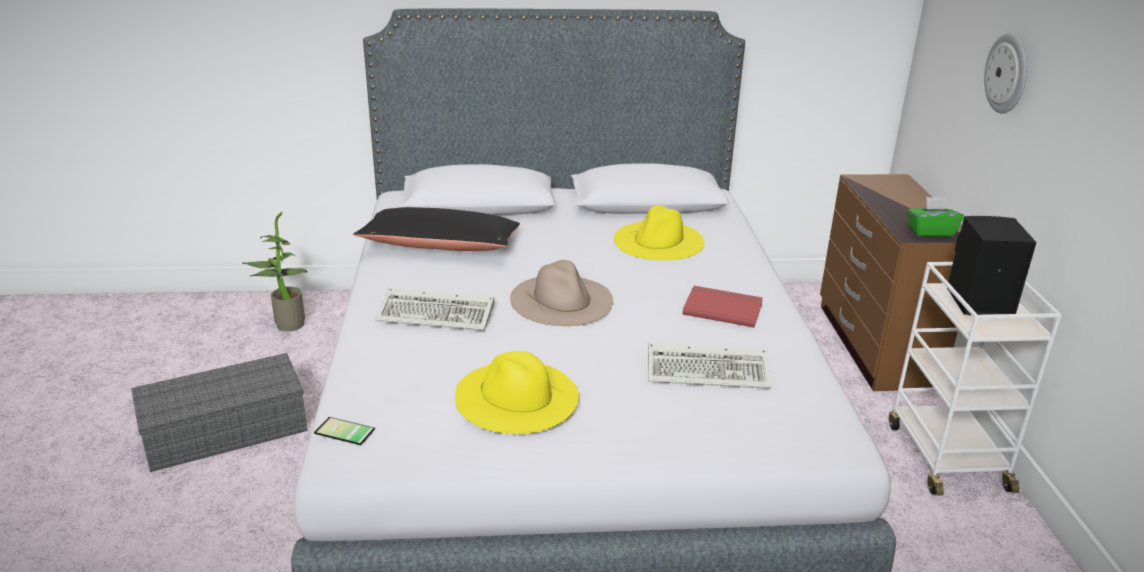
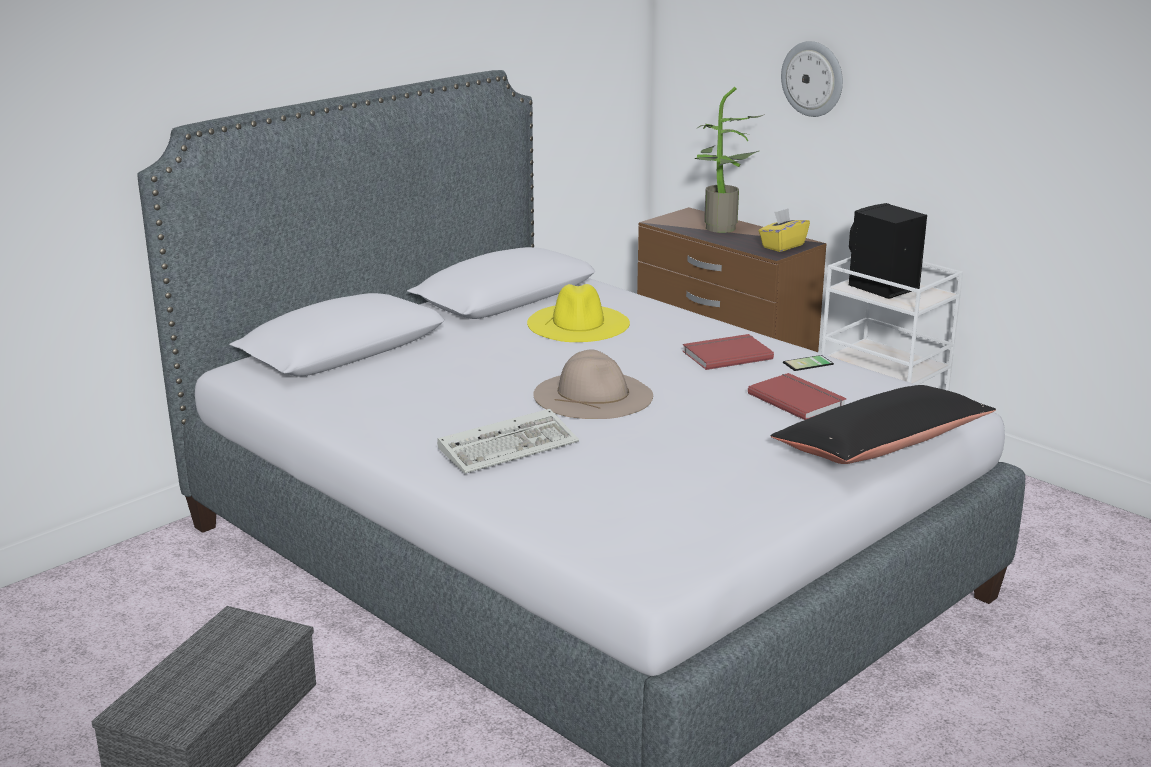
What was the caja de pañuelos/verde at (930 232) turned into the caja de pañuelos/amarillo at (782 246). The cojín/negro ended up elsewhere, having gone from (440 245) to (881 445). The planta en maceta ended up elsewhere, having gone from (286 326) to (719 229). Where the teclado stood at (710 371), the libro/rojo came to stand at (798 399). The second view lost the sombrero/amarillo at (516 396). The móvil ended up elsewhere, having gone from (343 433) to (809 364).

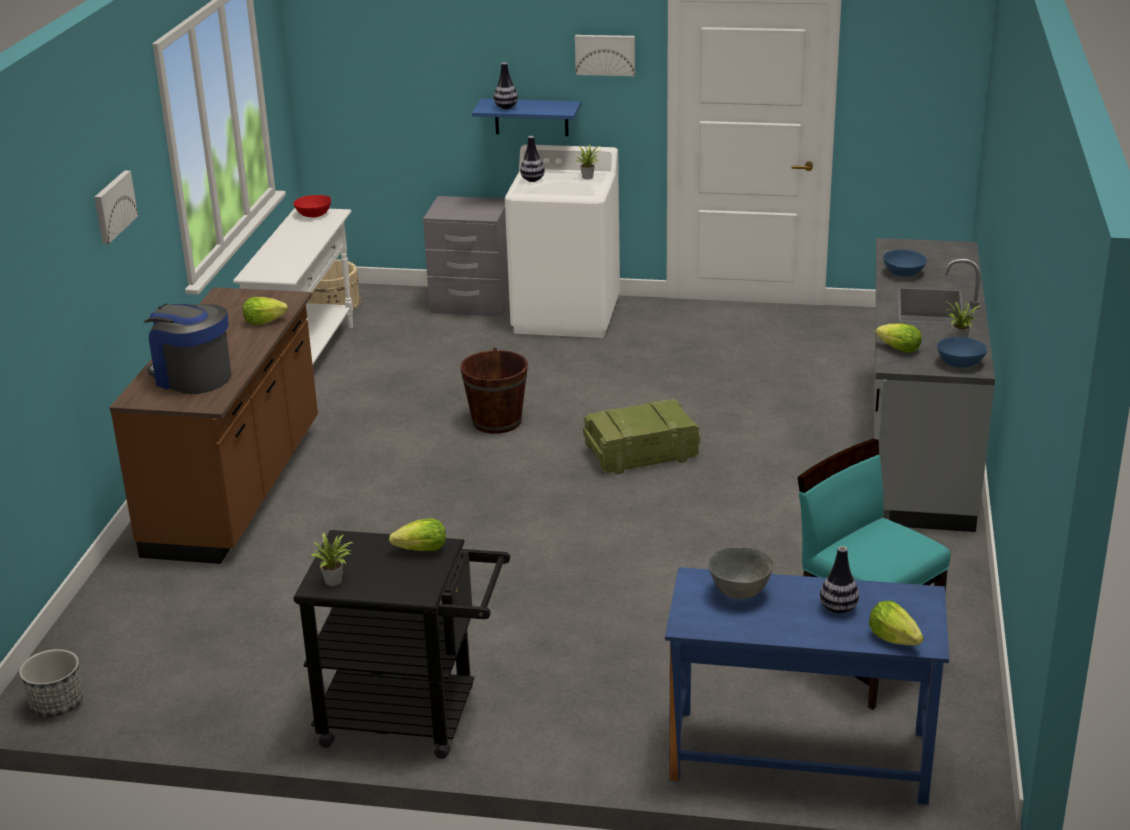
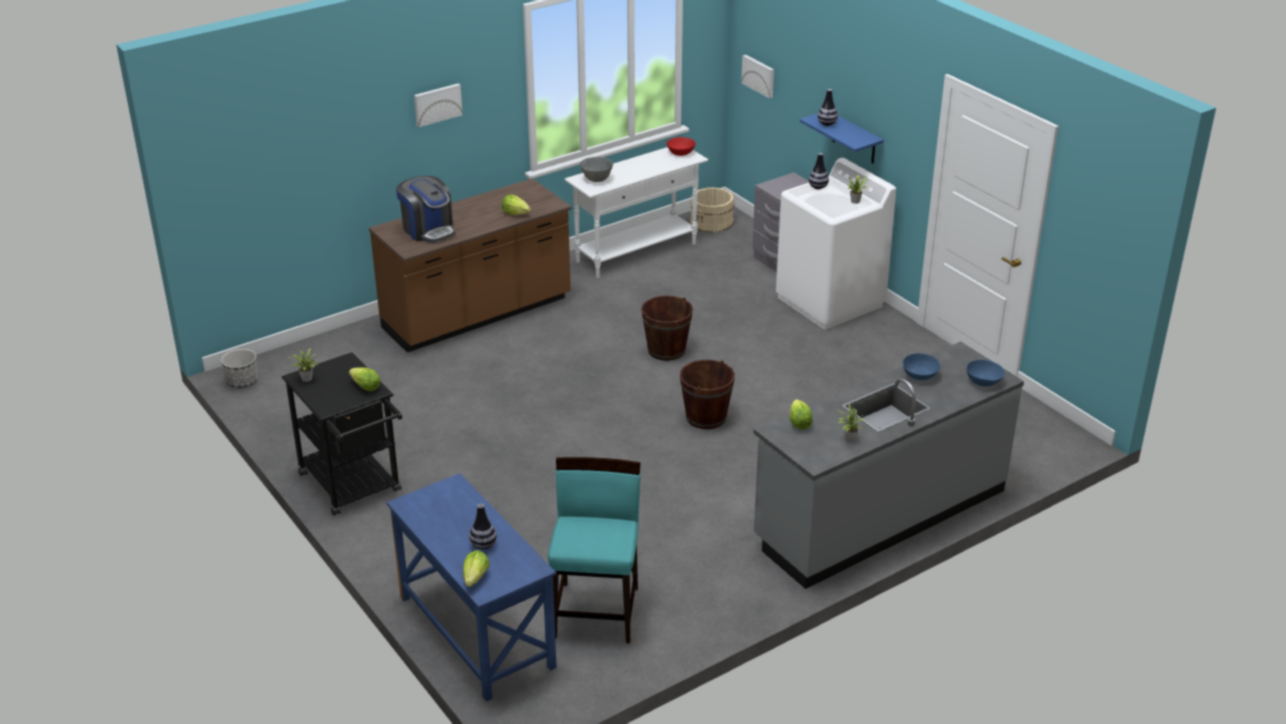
The cuadro ended up elsewhere, having gone from (605 54) to (759 75). The cafetera at (192 377) ended up facing another way, 150 degrees clockwise from before. The cuenco/azul ended up elsewhere, having gone from (960 363) to (983 381). Where the caja de embalaje stood at (640 454), the cubo/marrón came to stand at (706 417). The cuenco/gris ended up elsewhere, having gone from (739 593) to (597 180).

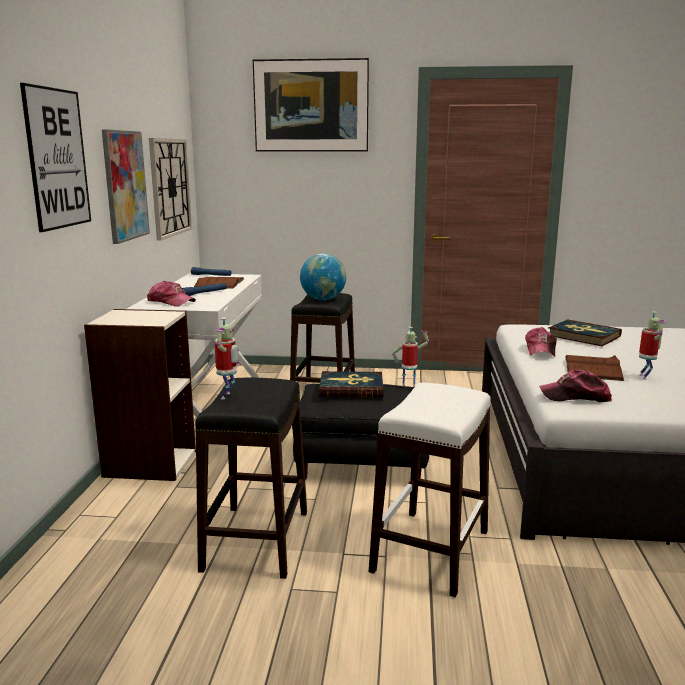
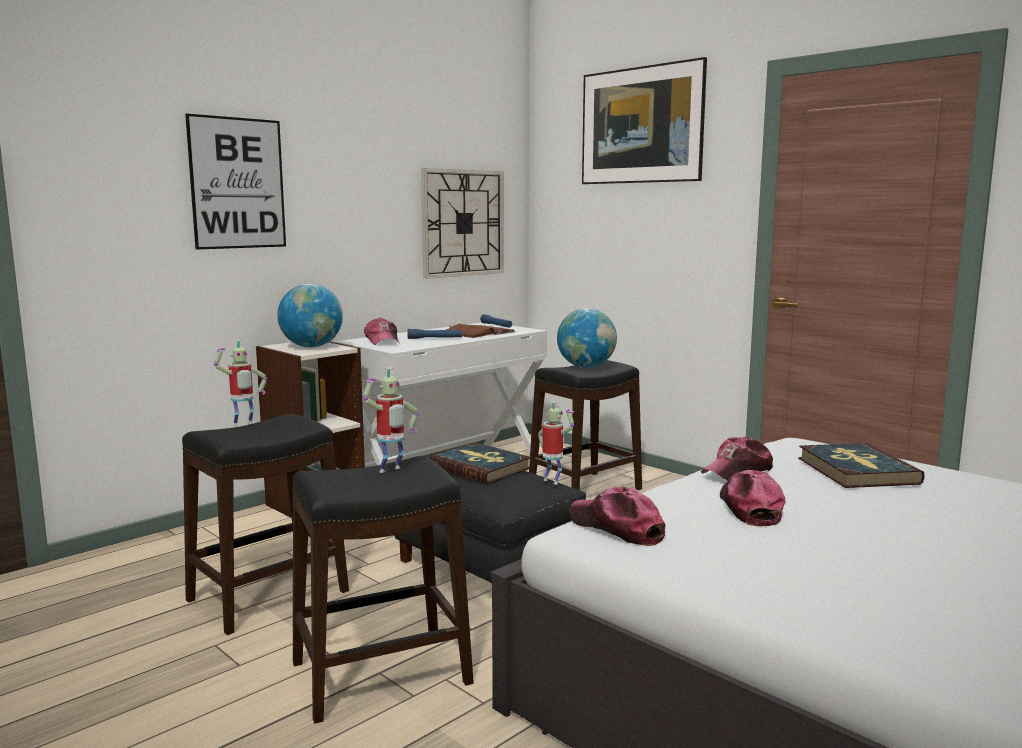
The second view lost the cuadro at (125 185). The robot de juguete ended up elsewhere, having gone from (645 377) to (391 471). Where the libro/marrón stood at (593 368), the gorra came to stand at (749 508). What was the taburete/blanco at (430 551) turned into the taburete/negro at (380 673). The second view gained the globo terráqueo at (312 346).

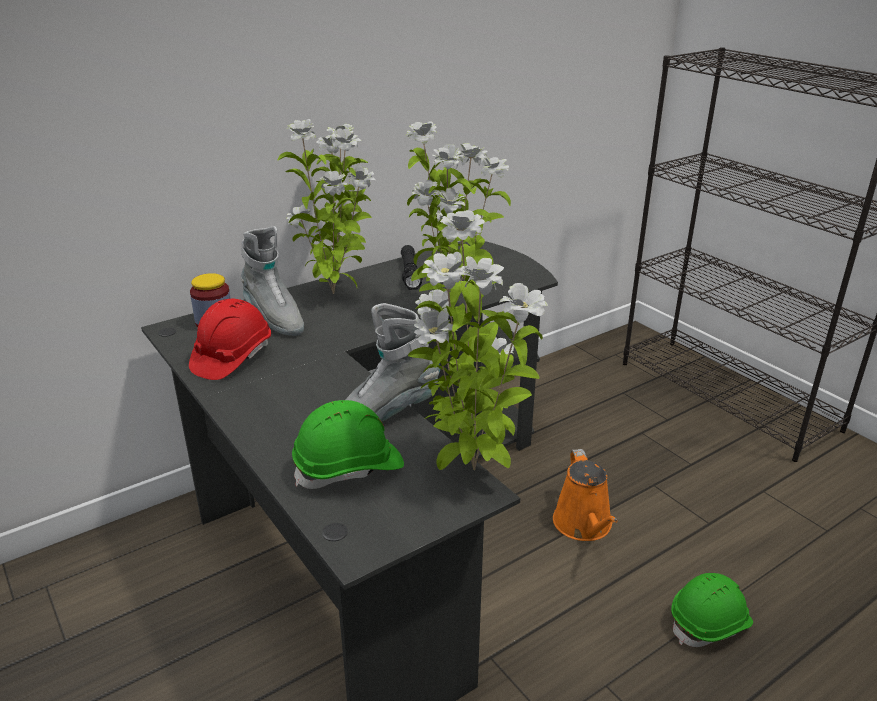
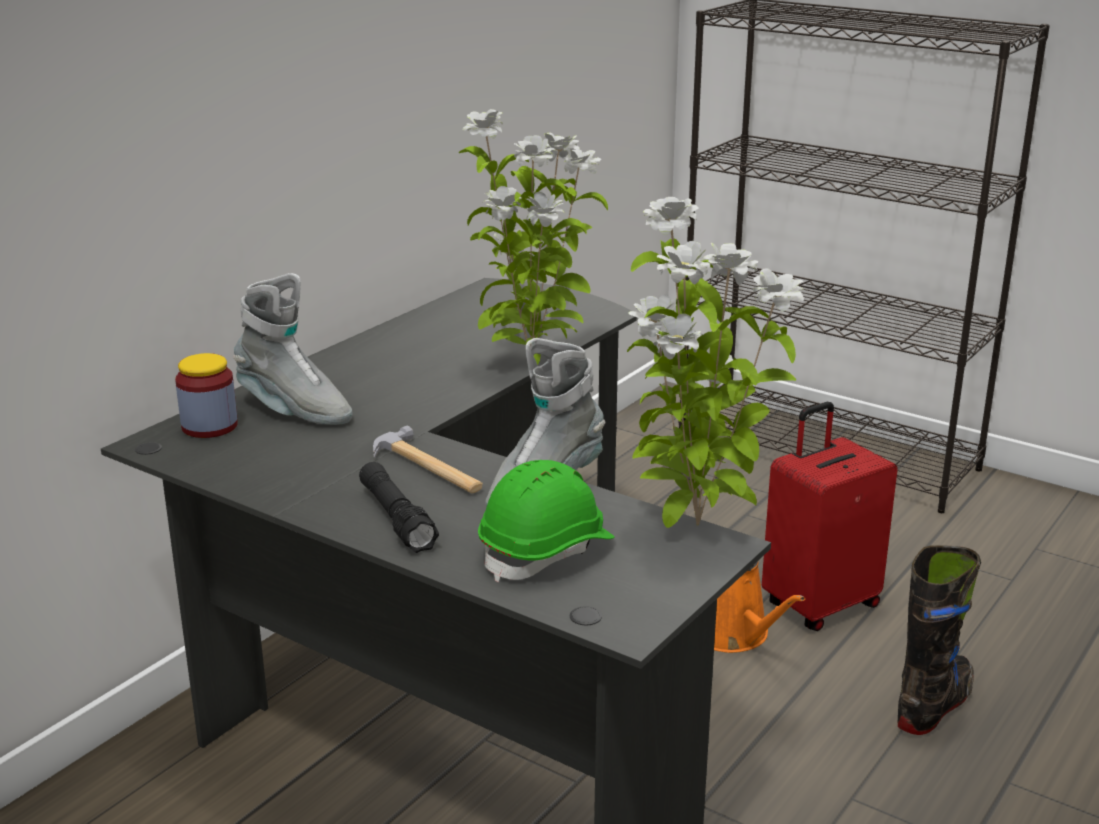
The second view lost the planta en maceta at (336 294). The linterna/negro ended up elsewhere, having gone from (410 274) to (396 519). The second view lost the casco/rojo at (232 357). Where the casco/verde stood at (710 623), the bota/negro came to stand at (934 706). The second view gained the maleta/rojo at (819 604). The second view gained the martillo at (427 468).

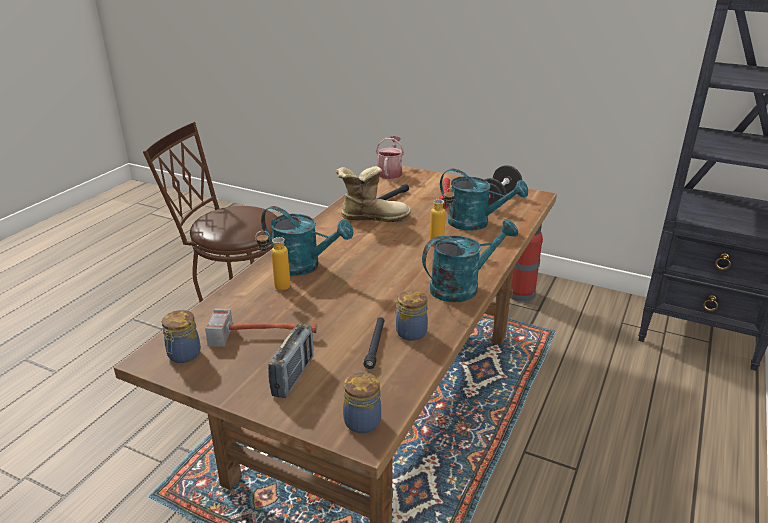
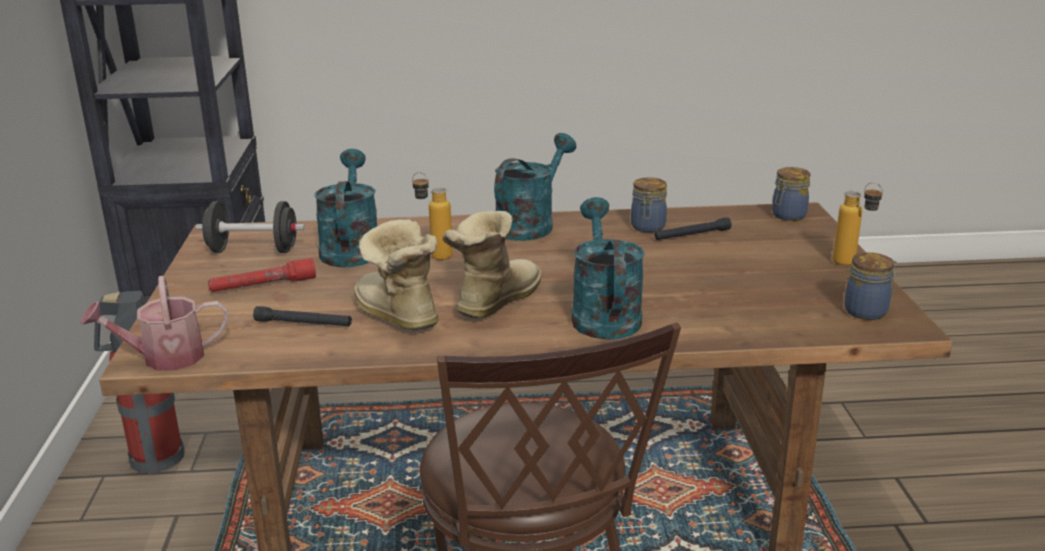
The regadera/turquesa at (462 287) ended up facing another way, 90 degrees clockwise from before. The botella ended up elsewhere, having gone from (275 287) to (852 264). The second view lost the martillo at (266 332). The second view lost the radio at (293 376). The second view gained the bota at (493 301).

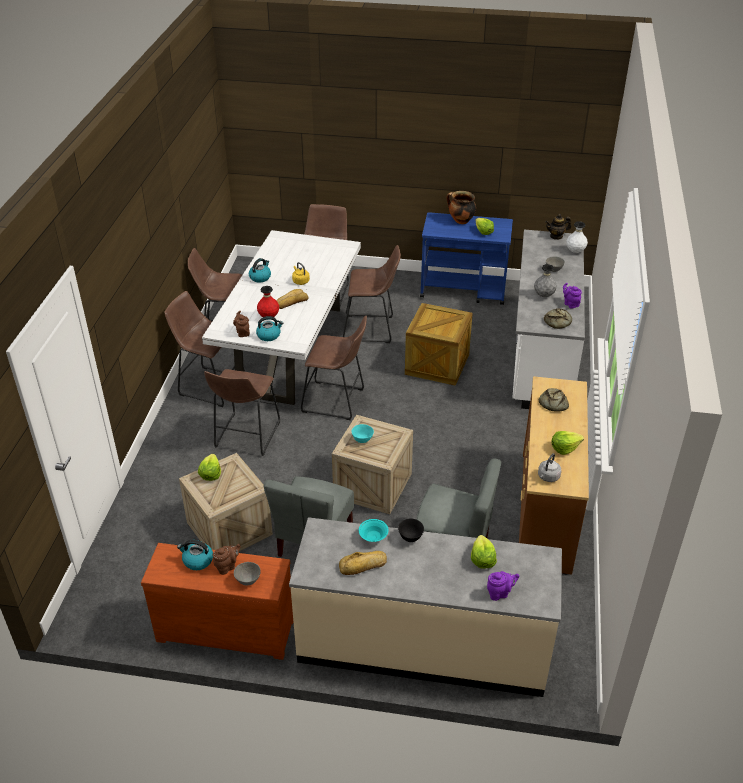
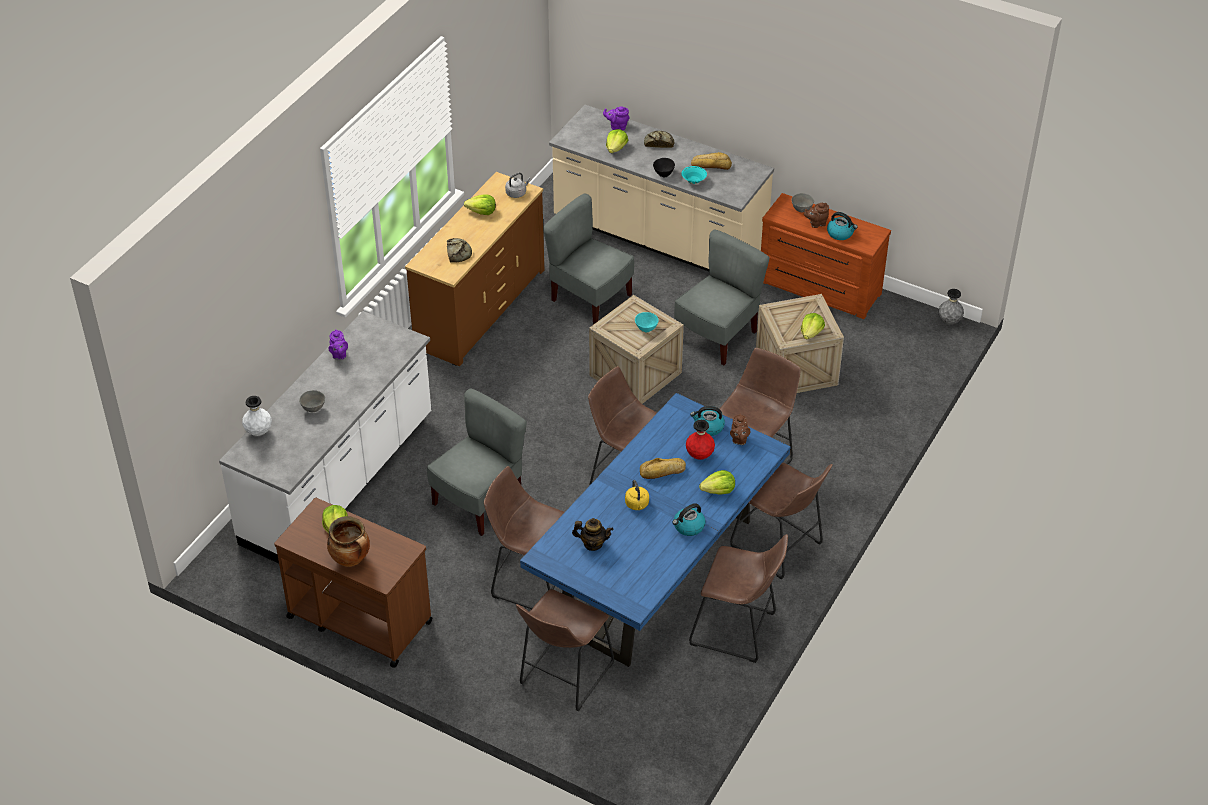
What was the carrito/azul at (464 290) turned into the carrito/marrón at (359 619). The tetera ended up elsewhere, having gone from (556 236) to (593 544). What was the mesa de comedor/blanco at (291 351) turned into the mesa de comedor/azul at (656 574). The florero/gris ended up elsewhere, having gone from (543 295) to (949 321). Where the caja de embalaje stood at (437 364), the silla/gris came to stand at (479 501). The pan ended up elsewhere, having gone from (558 322) to (659 142). The second view gained the lechuga at (718 490).

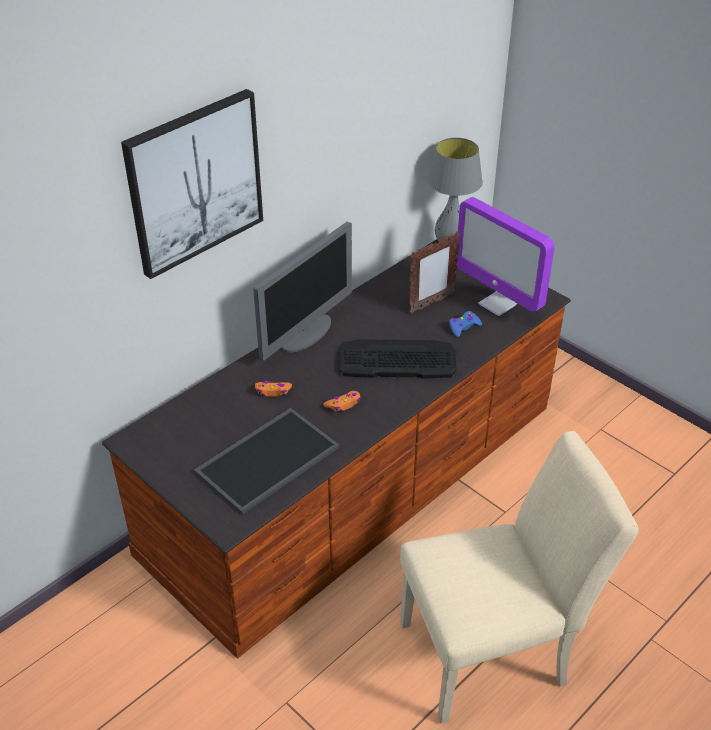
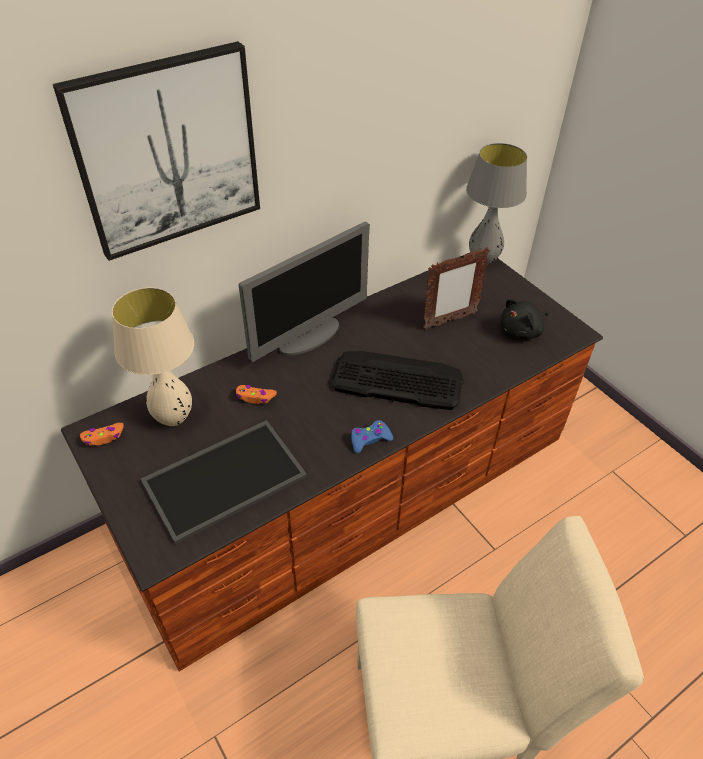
Where the monitor stood at (498 303), the peluche/negro came to stand at (522 331). The mando de consola/azul ended up elsewhere, having gone from (463 327) to (370 439). The mando de consola/naranja ended up elsewhere, having gone from (343 404) to (103 437). The second view gained the lámpara de mesa/beis at (174 418).

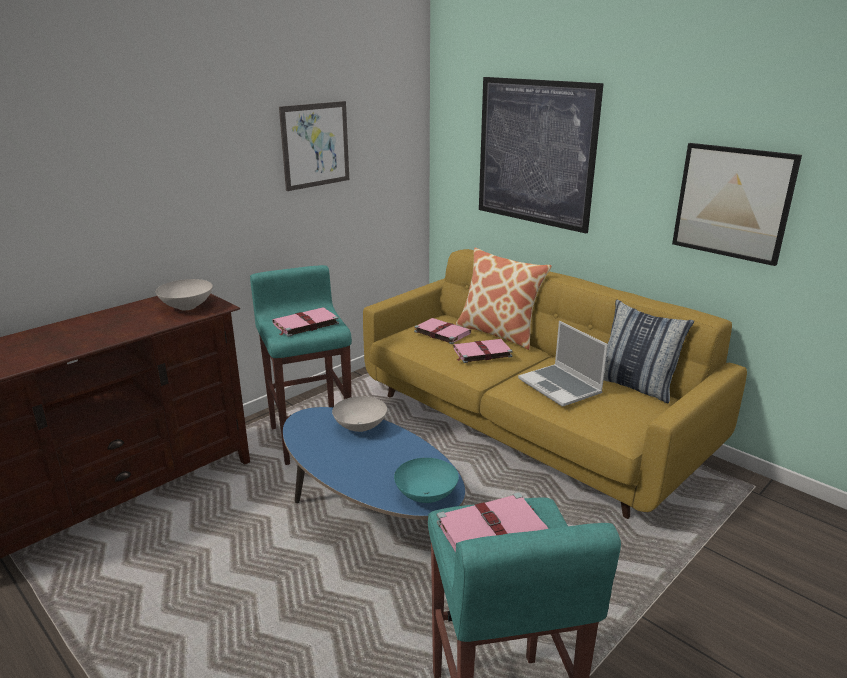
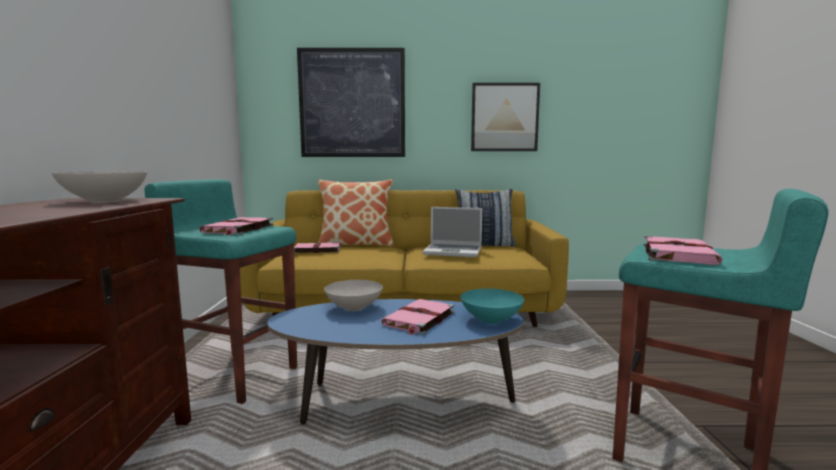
The second view lost the cuadro at (315 145). The libro/rosa ended up elsewhere, having gone from (481 353) to (419 319).

